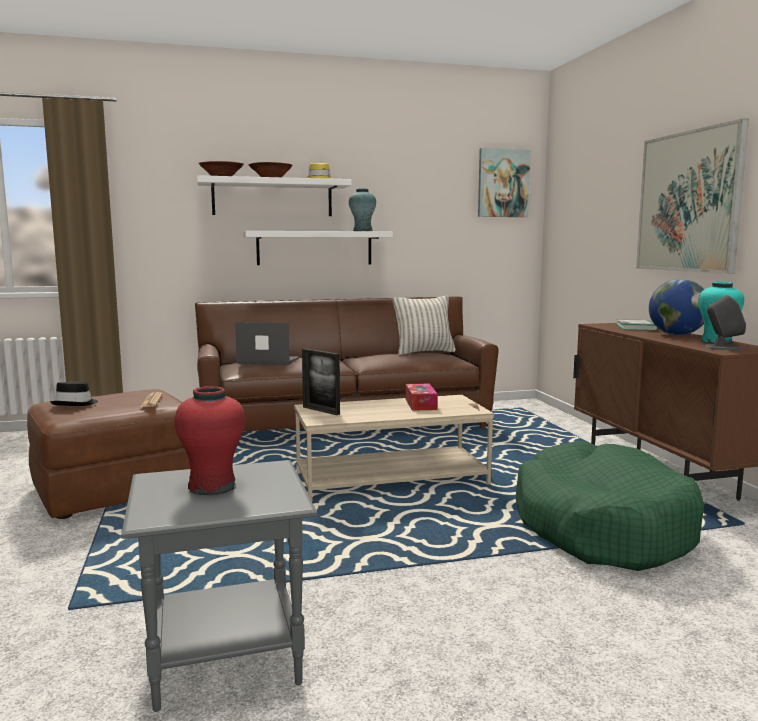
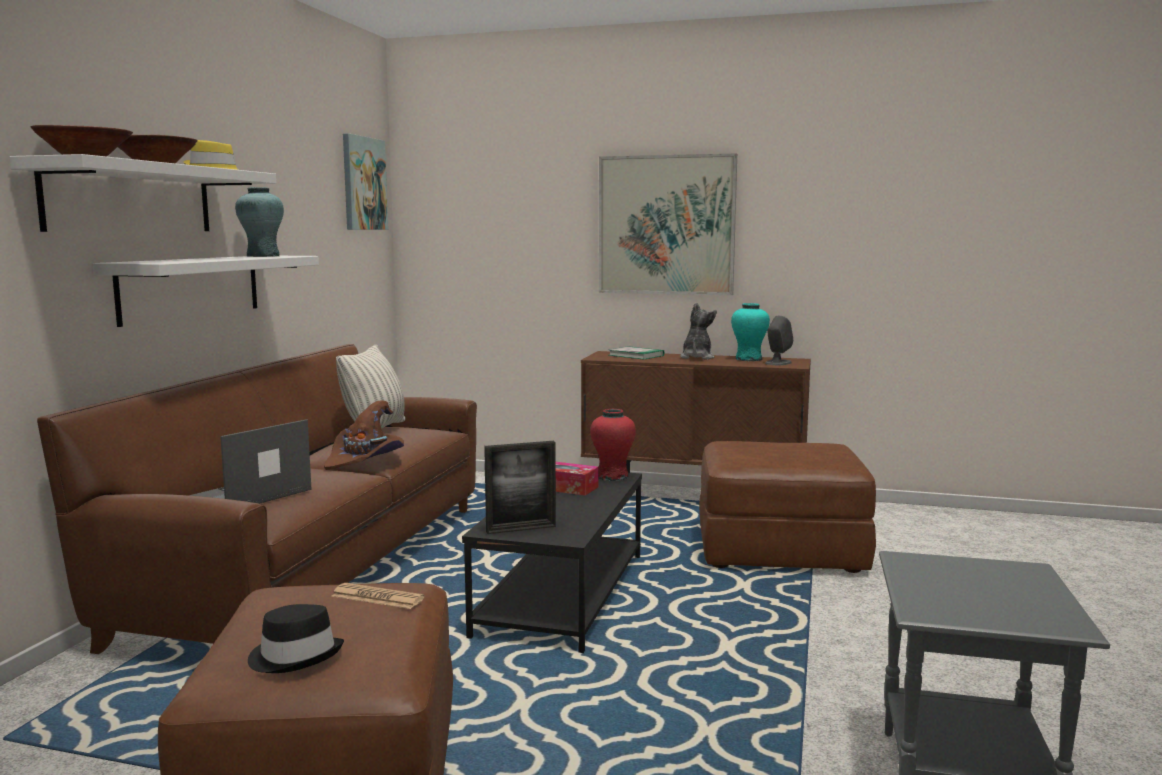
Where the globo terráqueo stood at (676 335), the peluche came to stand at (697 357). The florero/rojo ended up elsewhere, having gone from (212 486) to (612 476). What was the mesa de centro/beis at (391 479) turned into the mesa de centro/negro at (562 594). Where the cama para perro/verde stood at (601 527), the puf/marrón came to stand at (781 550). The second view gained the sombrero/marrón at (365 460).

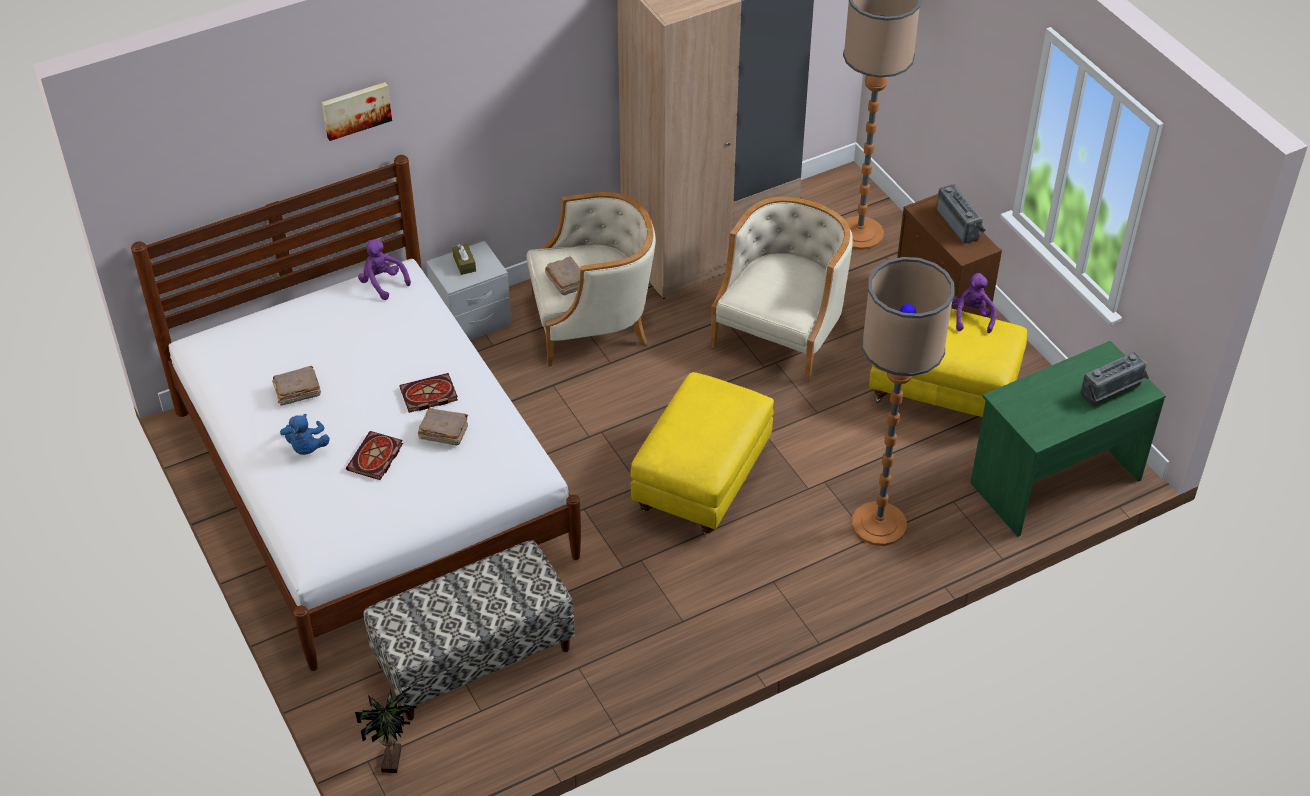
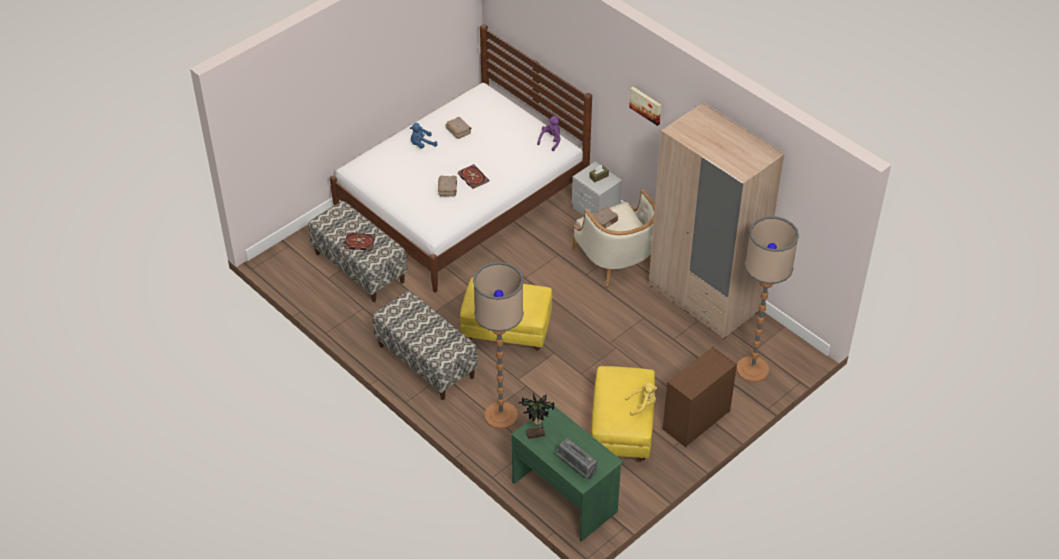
The cuadro ended up elsewhere, having gone from (356 109) to (646 105). The second view lost the radio at (960 224). The second view lost the sillón/beis at (782 331). What was the peluche/morado at (971 317) turned into the peluche/amarillo at (642 405). The libro ended up elsewhere, having gone from (375 458) to (358 243). The planta en maceta ended up elsewhere, having gone from (394 759) to (536 435). The second view gained the banco at (426 361).

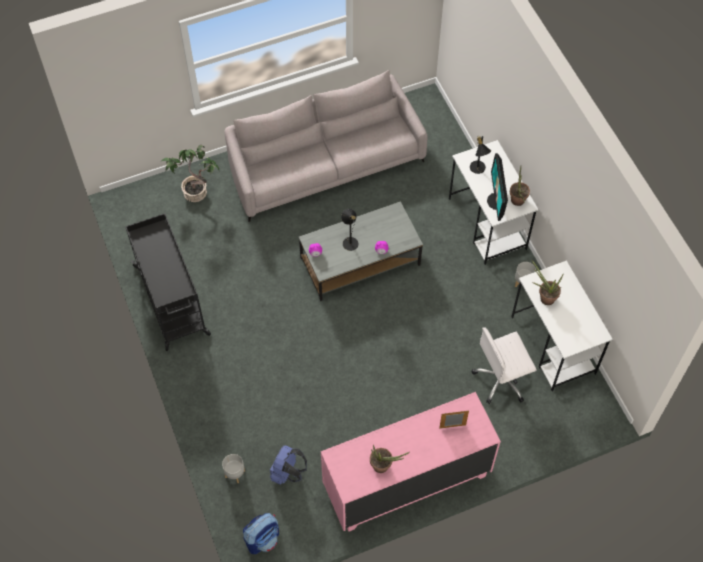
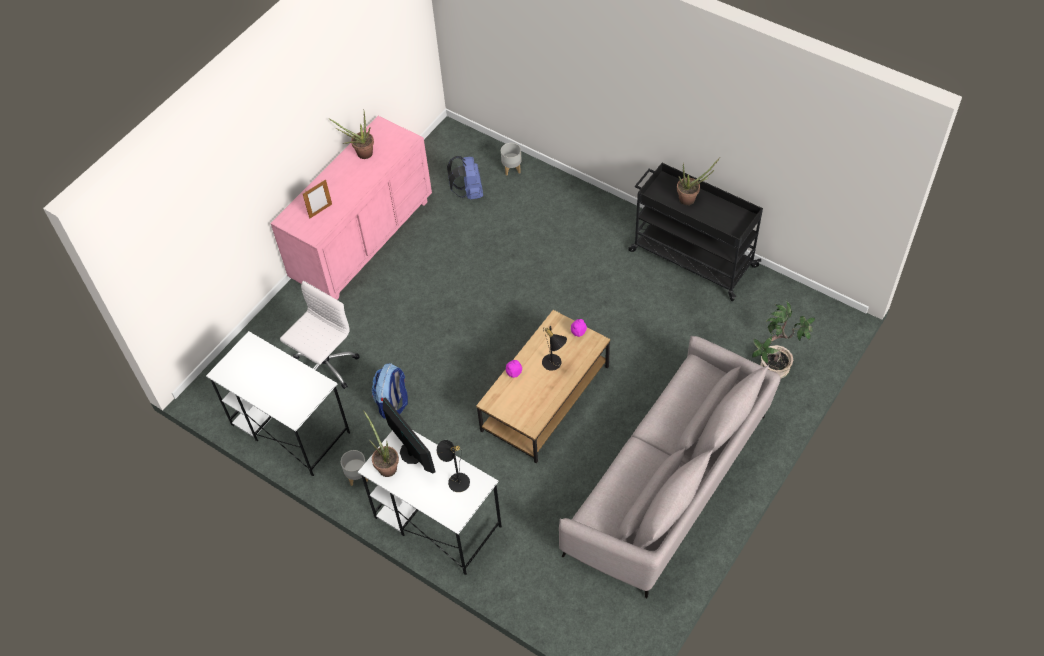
What was the mesa de centro/gris at (360 261) turned into the mesa de centro/marrón at (546 398). The planta en maceta ended up elsewhere, having gone from (544 297) to (690 199). The mochila ended up elsewhere, having gone from (263 539) to (393 403).

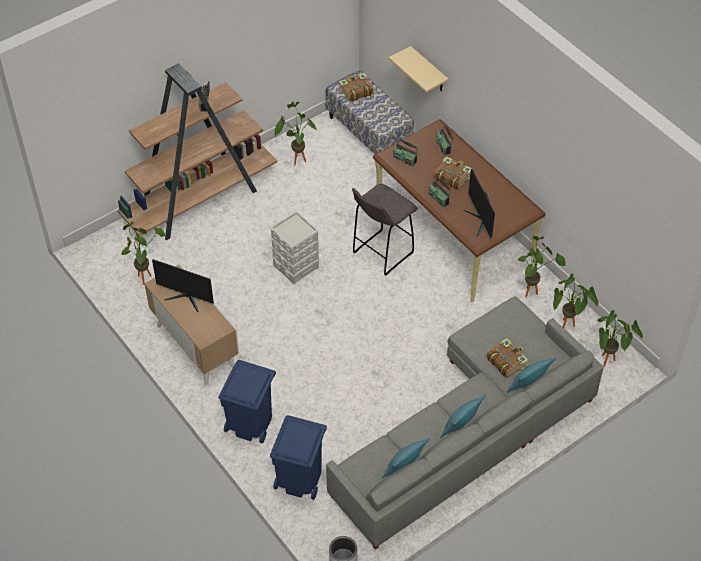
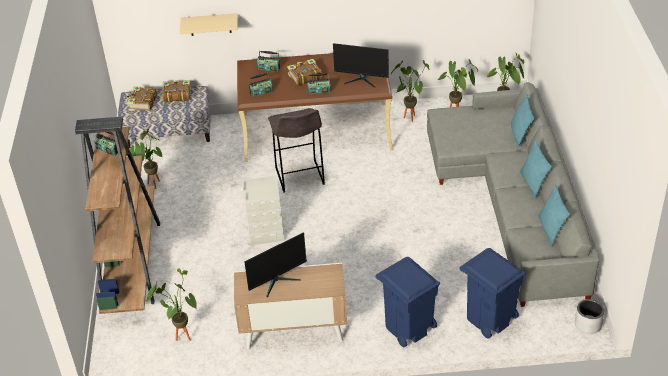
The libro ended up elsewhere, having gone from (506 361) to (176 95).

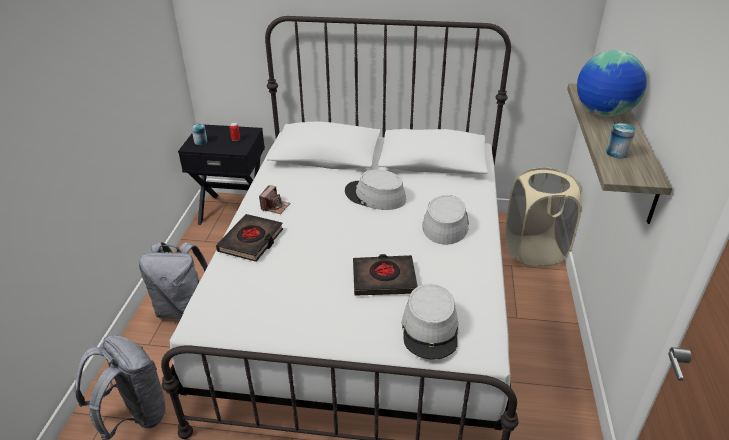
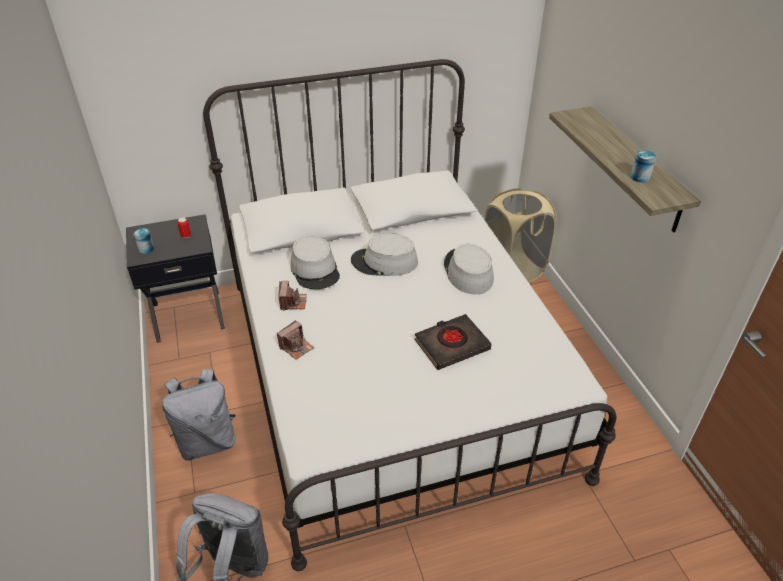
The second view lost the globo terráqueo at (603 113). Where the libro/negro stood at (251 241), the cámara came to stand at (296 347). The sombrero/gris ended up elsewhere, having gone from (430 329) to (315 270).

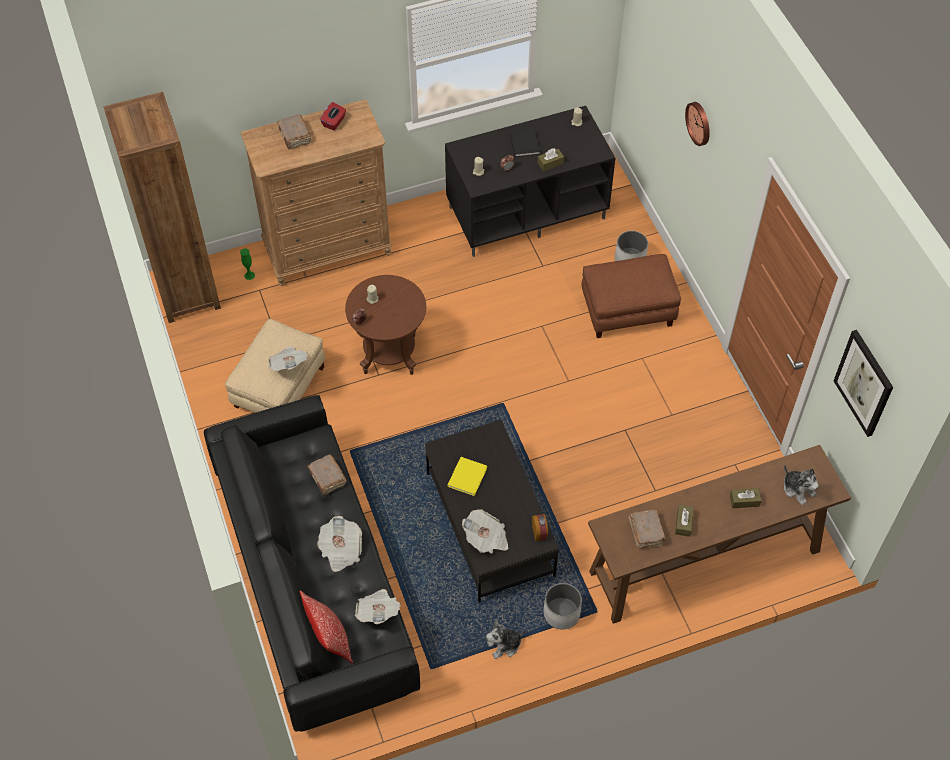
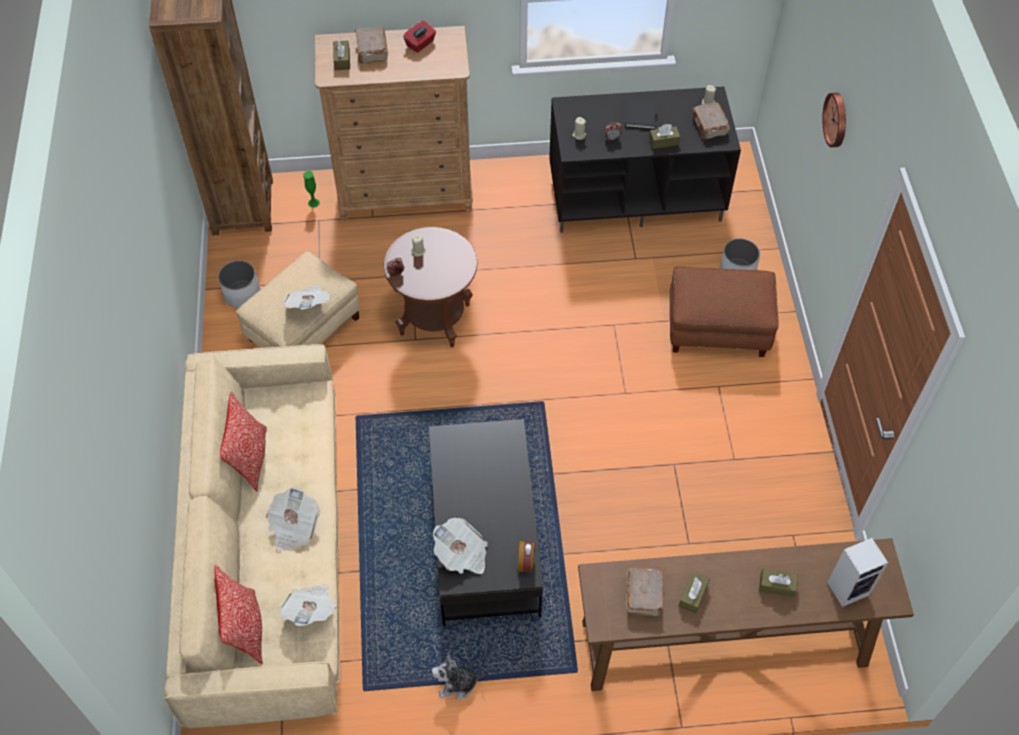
The second view lost the cuadro at (864 383). What was the sofá/negro at (314 578) turned into the sofá/beis at (269 551). The libro/marrón ended up elsewhere, having gone from (327 478) to (709 126). The second view lost the libro/amarillo at (468 476). Where the peluche stood at (798 489), the altavoz came to stand at (849 587). The maceta/blanco ended up elsewhere, having gone from (561 613) to (242 295). The second view gained the caja de pañuelos/marrón at (342 60). The second view gained the cojín at (250 458).

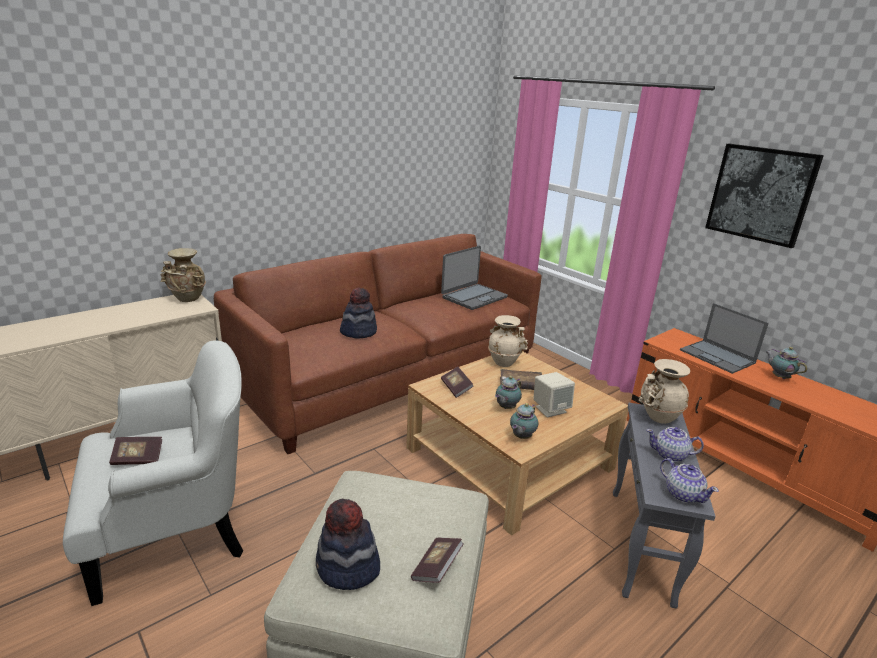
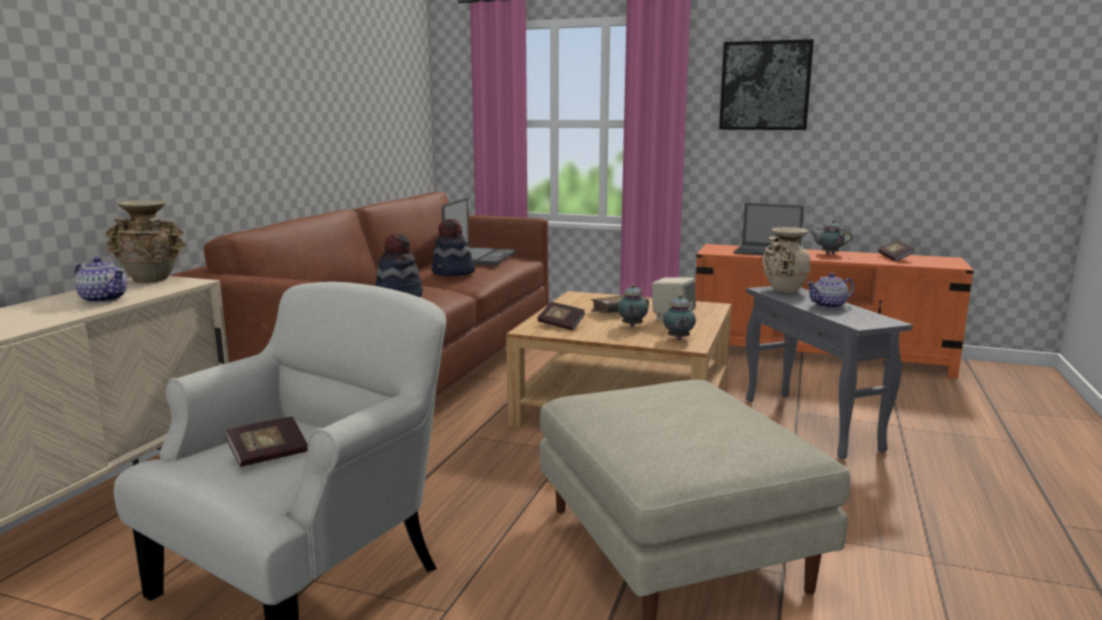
The second view lost the florero/beis at (504 362). The tetera ended up elsewhere, having gone from (683 494) to (103 299). The sombrero ended up elsewhere, having gone from (347 568) to (453 273). The libro ended up elsewhere, having gone from (436 568) to (895 258).

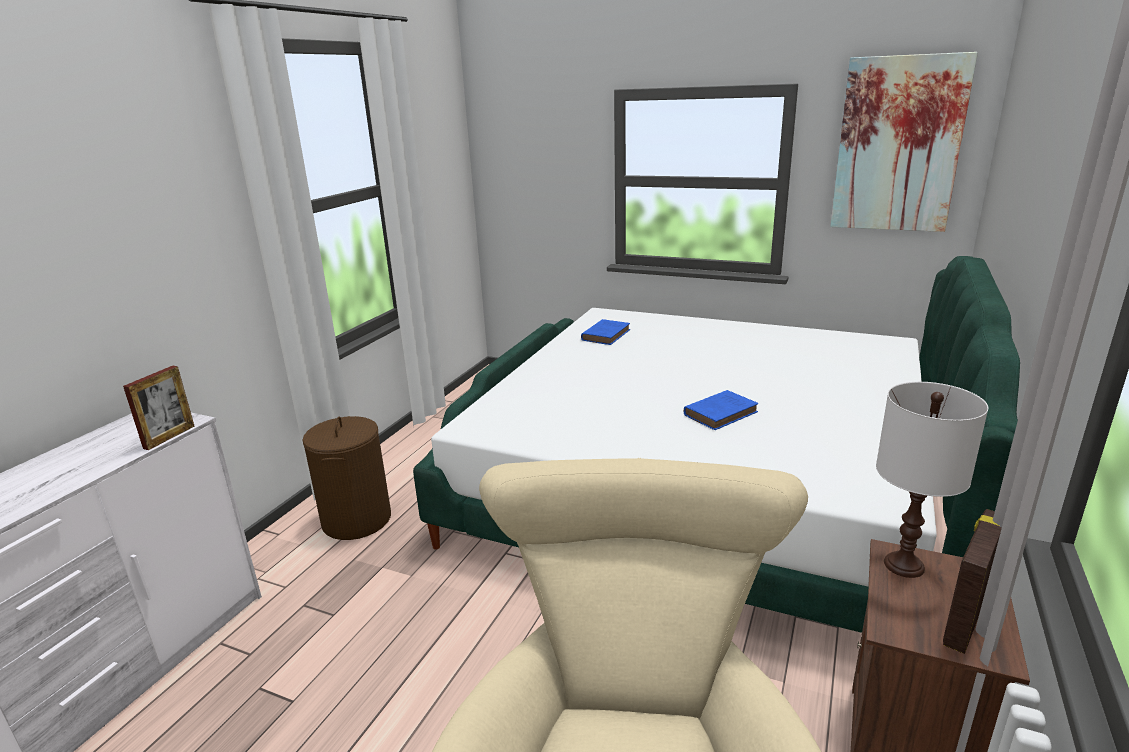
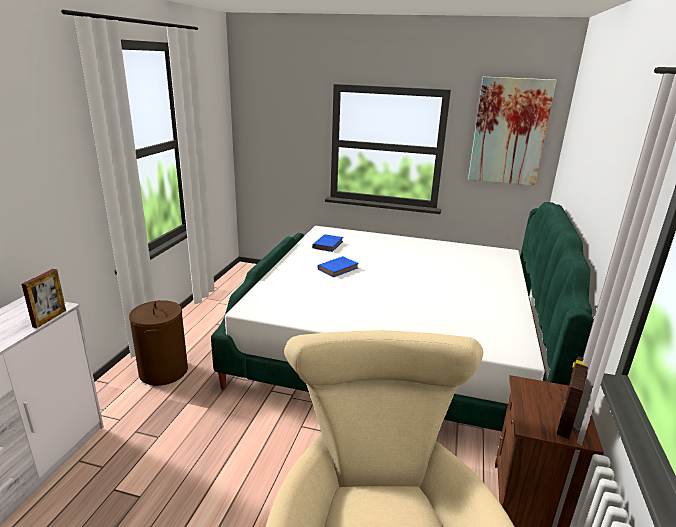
The second view lost the lámpara de mesa/blanco at (904 565). The libro/azul ended up elsewhere, having gone from (722 413) to (338 268).

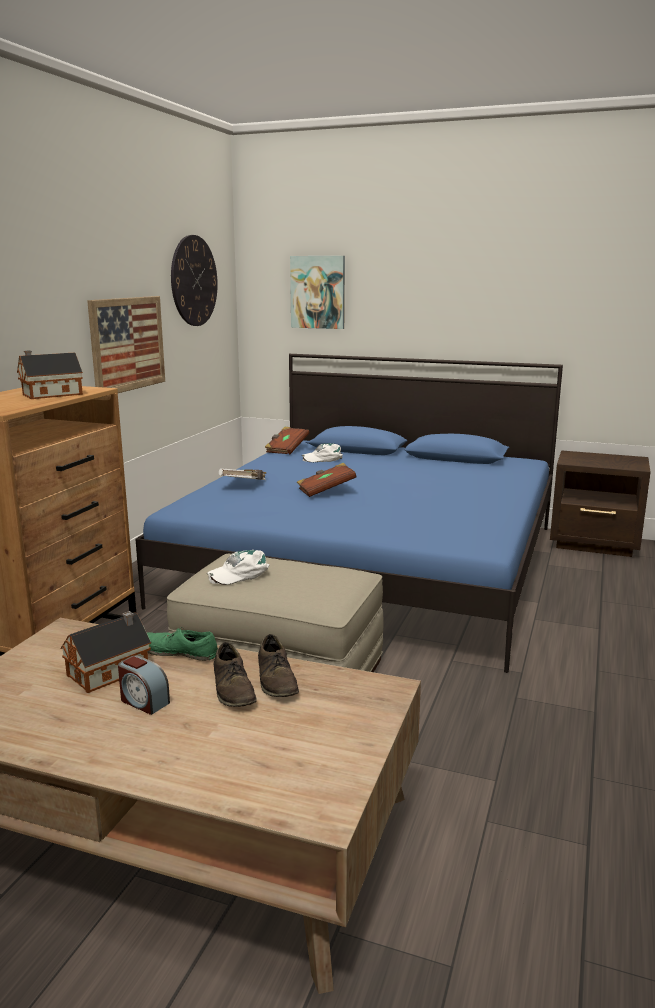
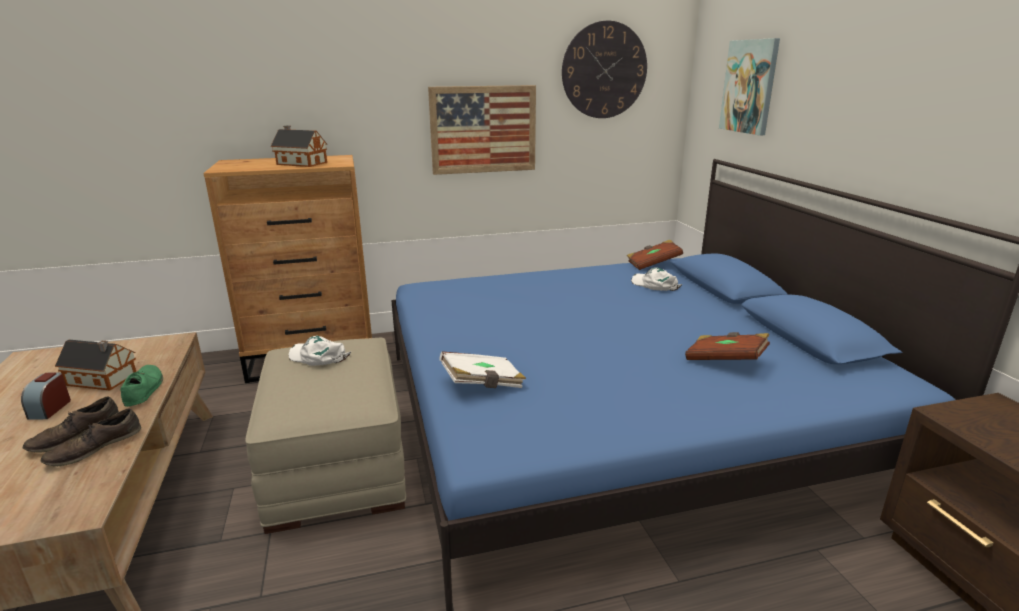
The libro/marrón ended up elsewhere, having gone from (326 491) to (725 360). The libro/blanco ended up elsewhere, having gone from (244 485) to (482 384).

